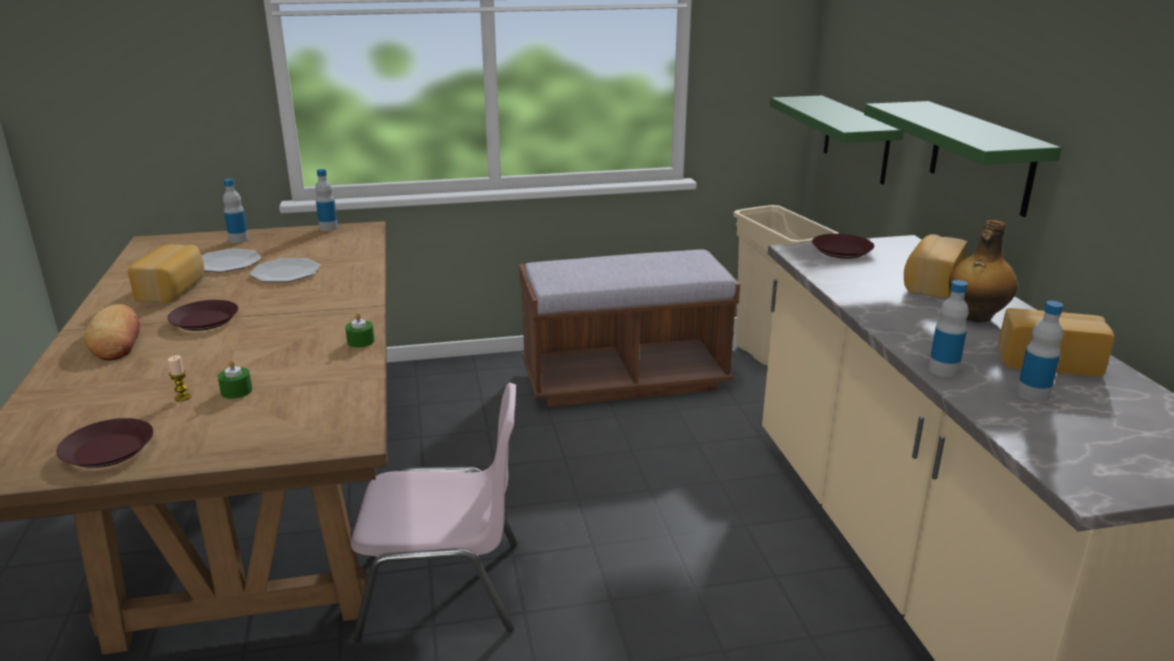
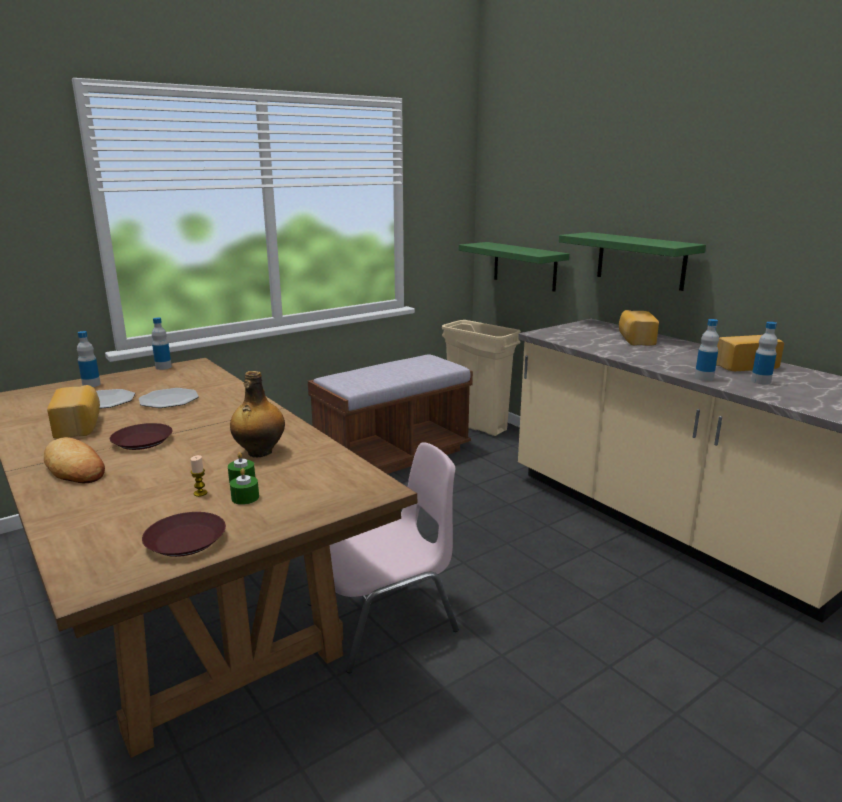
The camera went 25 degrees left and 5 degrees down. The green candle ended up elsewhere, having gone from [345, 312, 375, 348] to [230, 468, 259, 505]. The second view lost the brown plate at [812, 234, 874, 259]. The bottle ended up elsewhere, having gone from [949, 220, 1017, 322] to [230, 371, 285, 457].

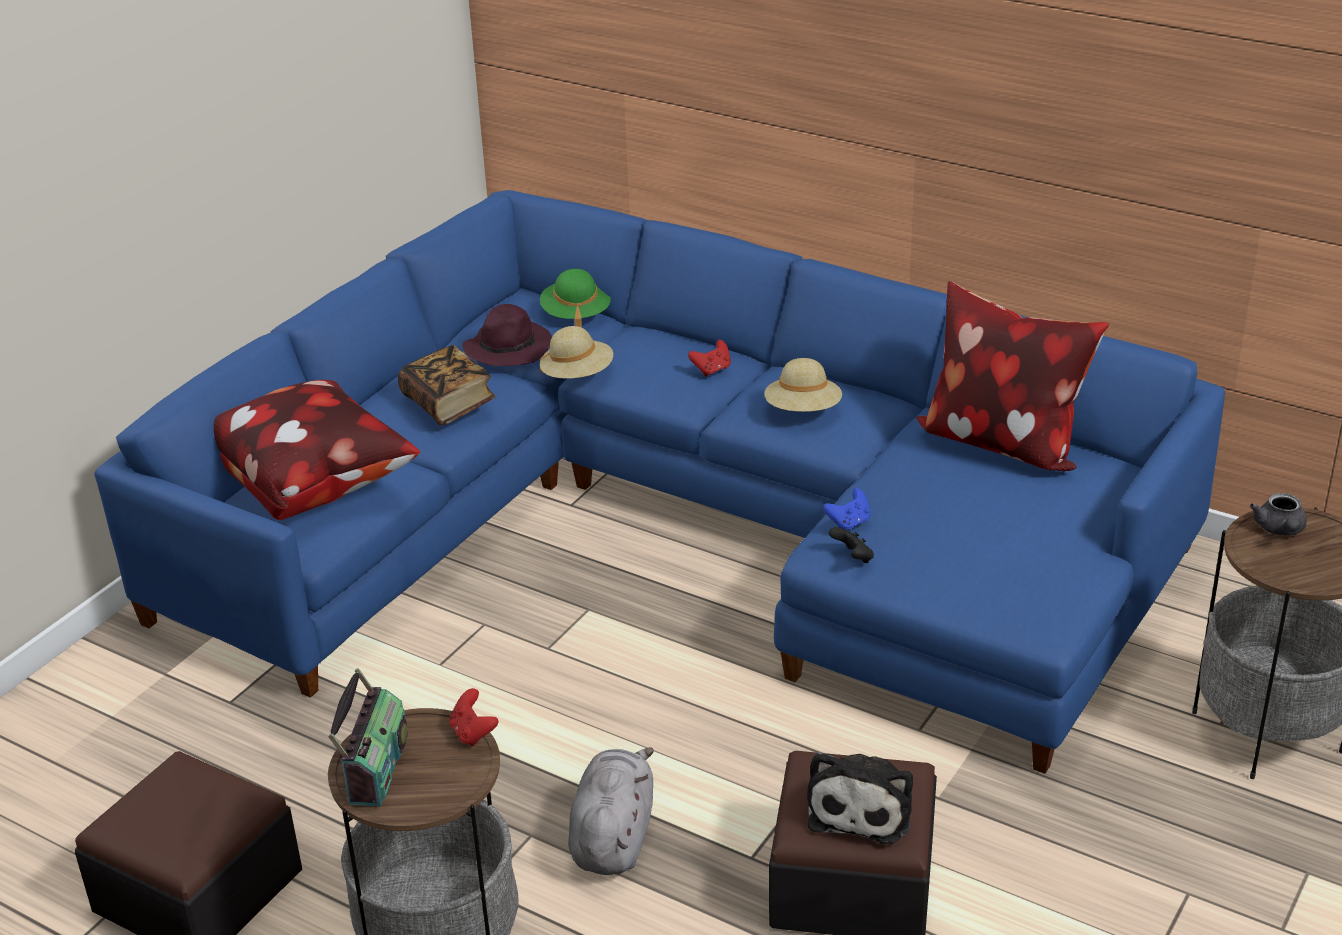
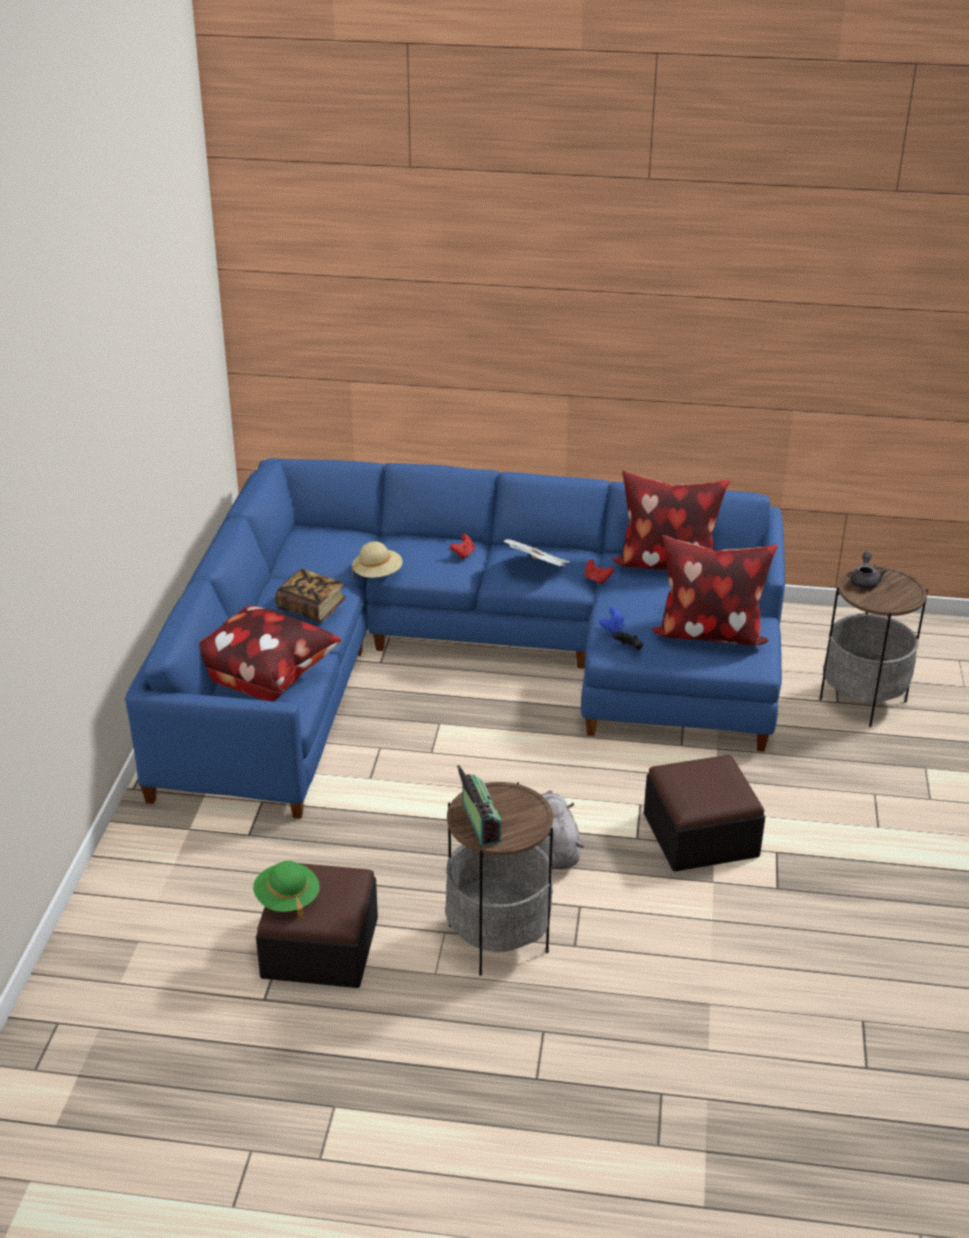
The camera went 25 degrees left and 0 degrees up. The red game controller ended up elsewhere, having gone from [449, 688, 498, 746] to [585, 559, 614, 584]. The second view lost the purple hat at [463, 304, 552, 366]. The green hat ended up elsewhere, having gone from [540, 269, 611, 328] to [253, 861, 320, 919]. Where the beige hat stood at [764, 358, 842, 412], the newspaper came to stand at [504, 539, 570, 567]. The second view lost the plush toy at [807, 752, 913, 845]. The grey teapot at [1250, 493, 1307, 536] ended up facing another way, 150 degrees counterclockwise from before. The second view gained the pillow at [652, 535, 778, 646].

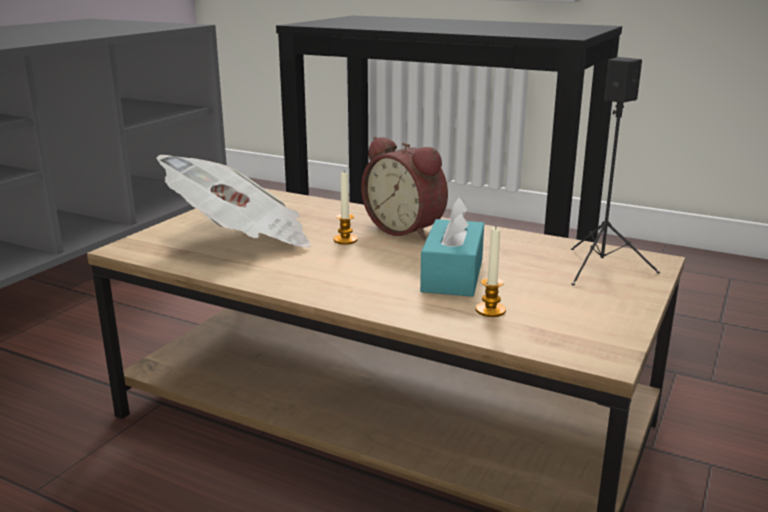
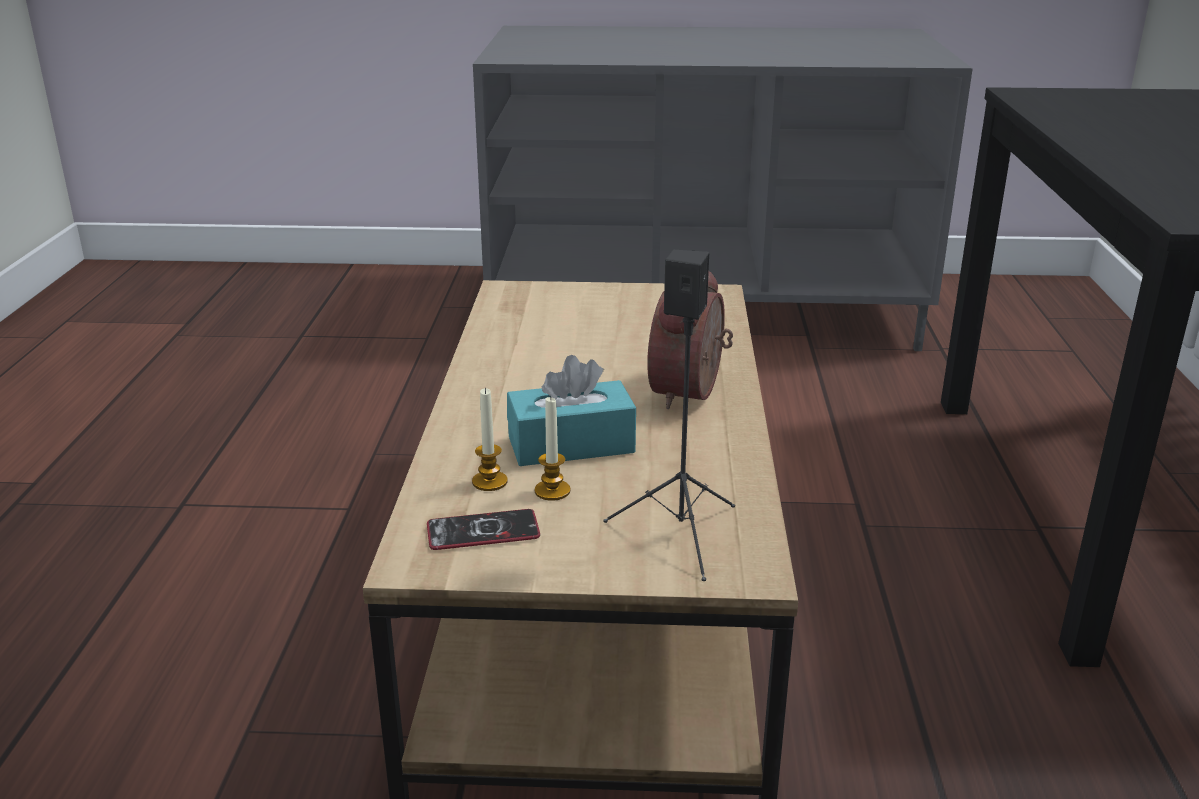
The camera went 65 degrees right and 5 degrees up. The second view lost the newspaper at [156, 155, 311, 248]. The candle ended up elsewhere, having gone from [333, 172, 358, 244] to [535, 396, 570, 501]. The second view gained the phone at [427, 509, 540, 550].

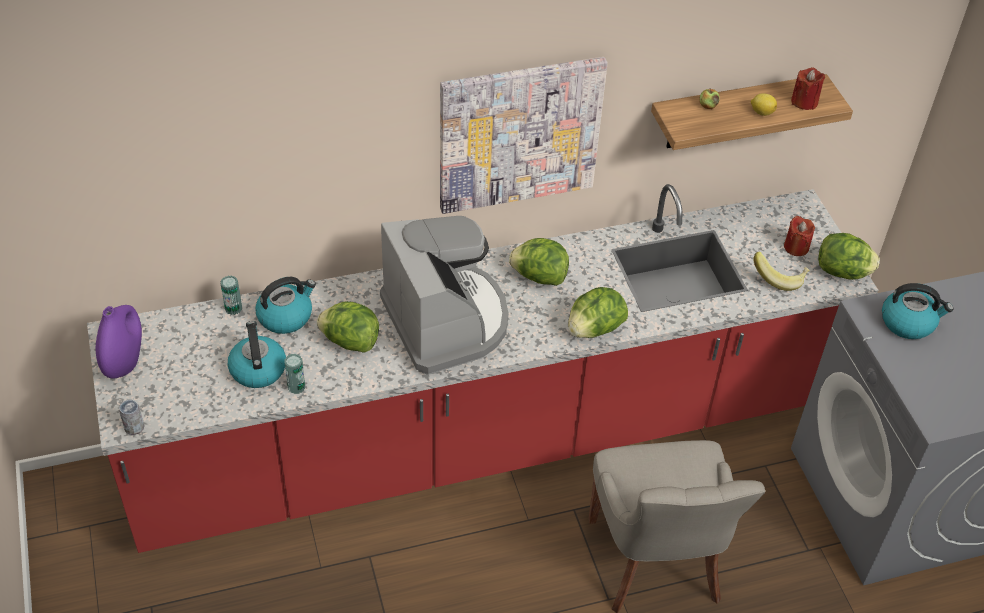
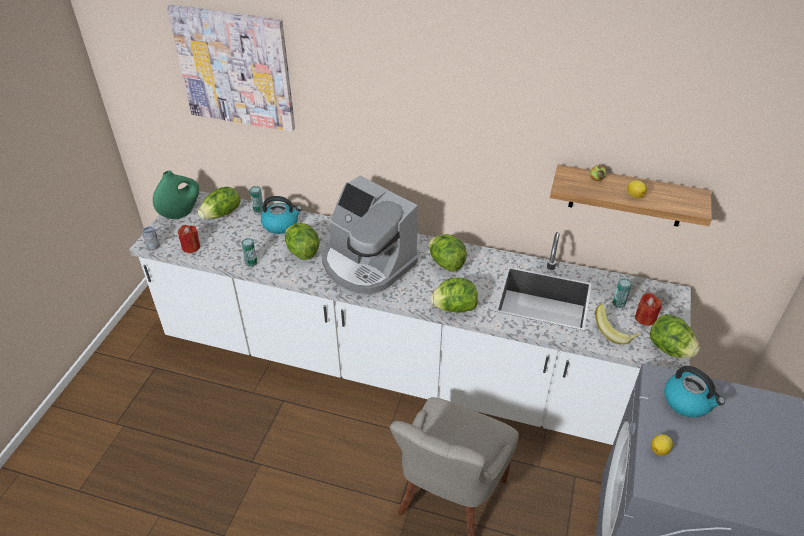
The camera went 35 degrees right and 5 degrees down. What was the red counter at [87, 184, 878, 553] turned into the white counter at [129, 191, 691, 445]. What was the purple vase at [96, 305, 142, 379] turned into the green vase at [153, 171, 199, 219]. The second view lost the kettle at [228, 321, 286, 388]. The coffee machine at [380, 216, 509, 375] ended up facing another way, 120 degrees clockwise from before. The picture ended up elsewhere, having gone from [440, 57, 608, 214] to [167, 4, 295, 132]. The red candle ended up elsewhere, having gone from [791, 67, 825, 110] to [178, 225, 200, 253]. The second view gained the lettuce at [198, 187, 241, 219]. The second view gained the can at [613, 278, 632, 308]. The second view gained the lemon at [651, 434, 673, 456].

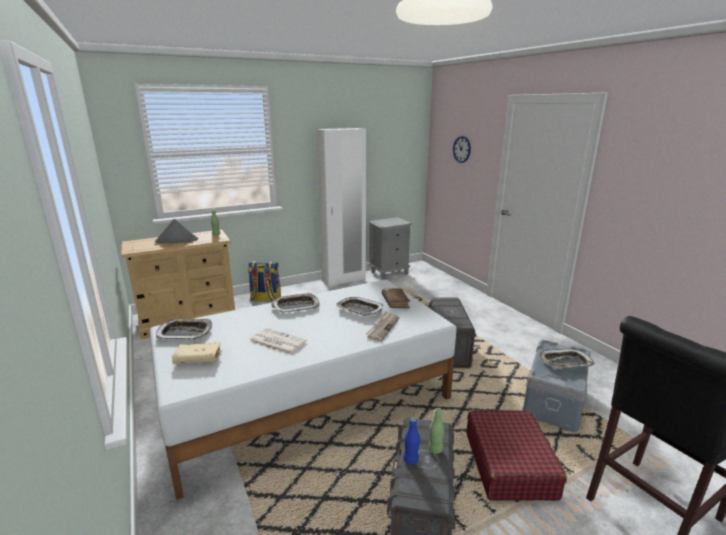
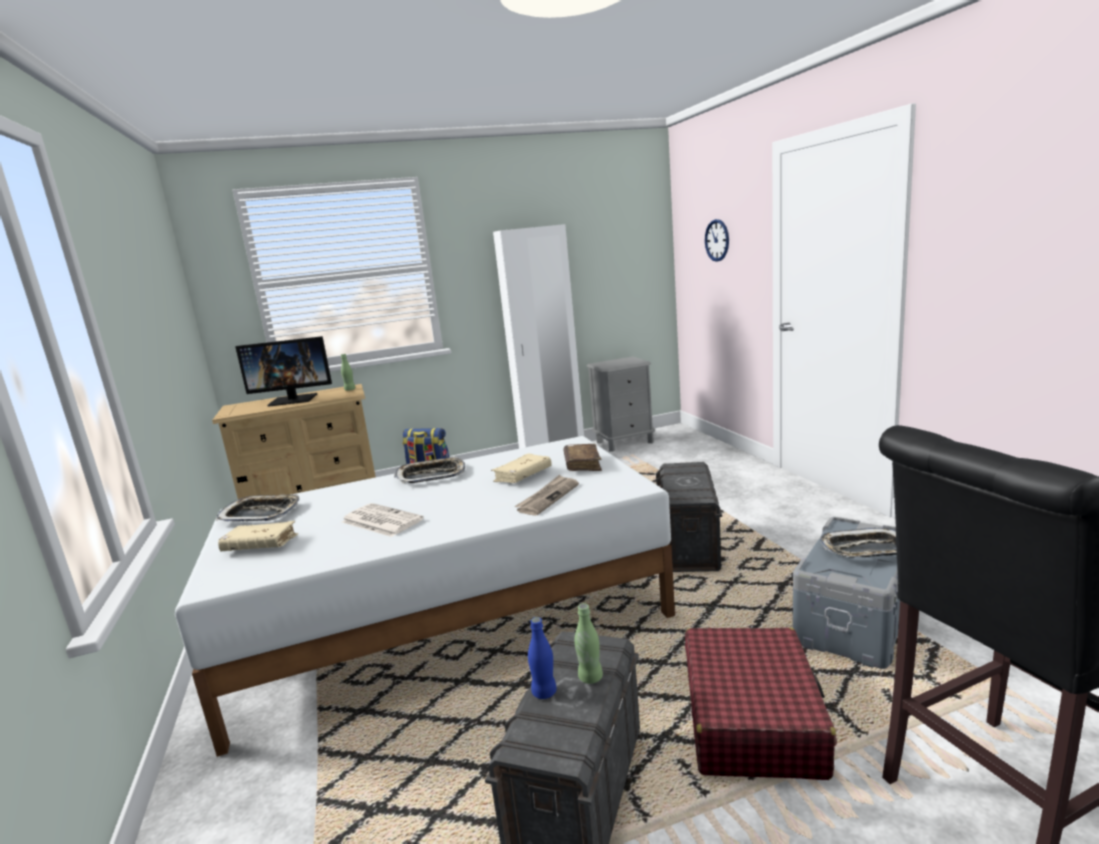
The camera went 10 degrees right and 5 degrees down. Where the grey hat stood at [155, 219, 198, 244], the monitor came to stand at [235, 336, 332, 407]. Where the tray stood at [336, 297, 384, 316], the beige book came to stand at [491, 454, 552, 483].

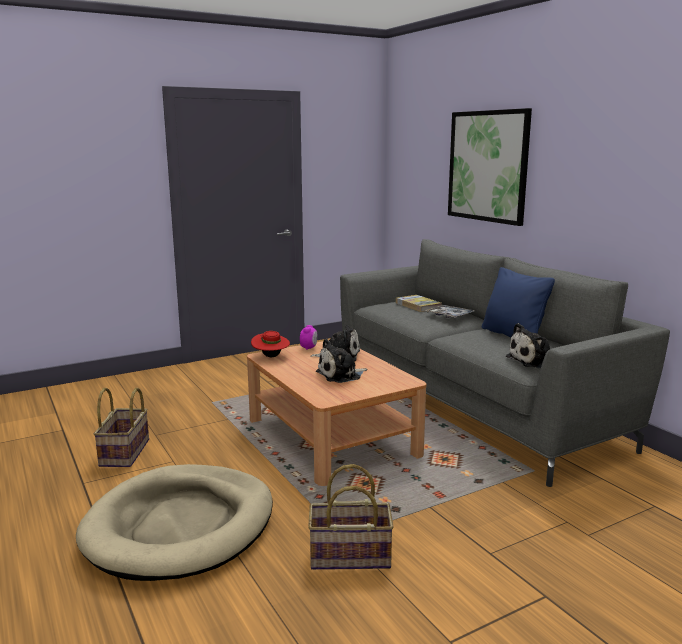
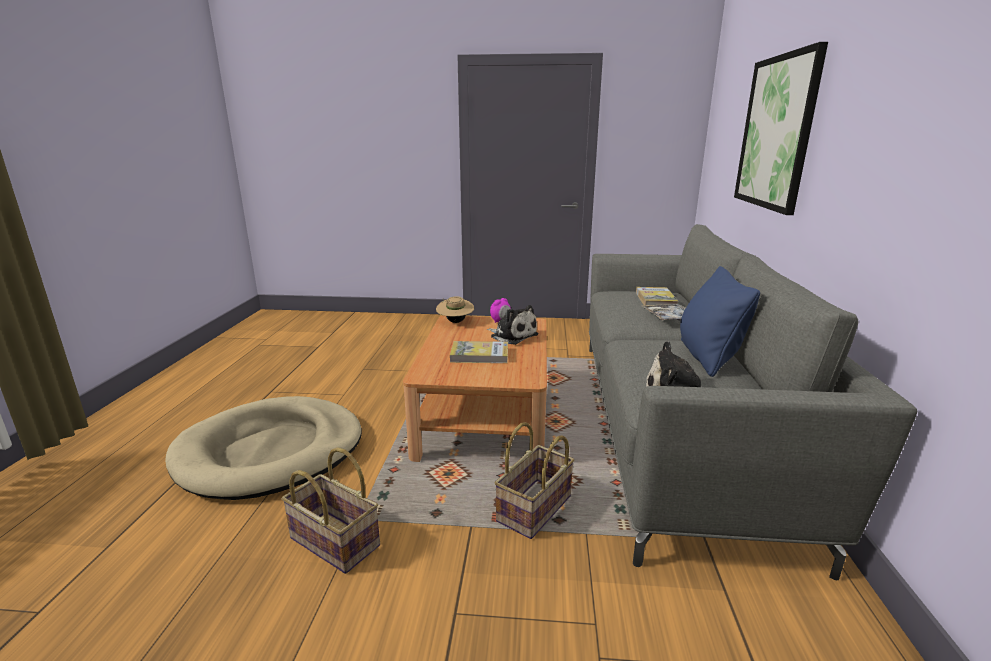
The camera went 35 degrees right and 5 degrees up. The basket ended up elsewhere, having gone from [94, 388, 149, 467] to [495, 422, 574, 539]. What was the red hat at [251, 331, 290, 357] turned into the beige hat at [436, 296, 474, 323]. Where the plush toy stood at [316, 339, 368, 383], the book came to stand at [450, 341, 508, 363].

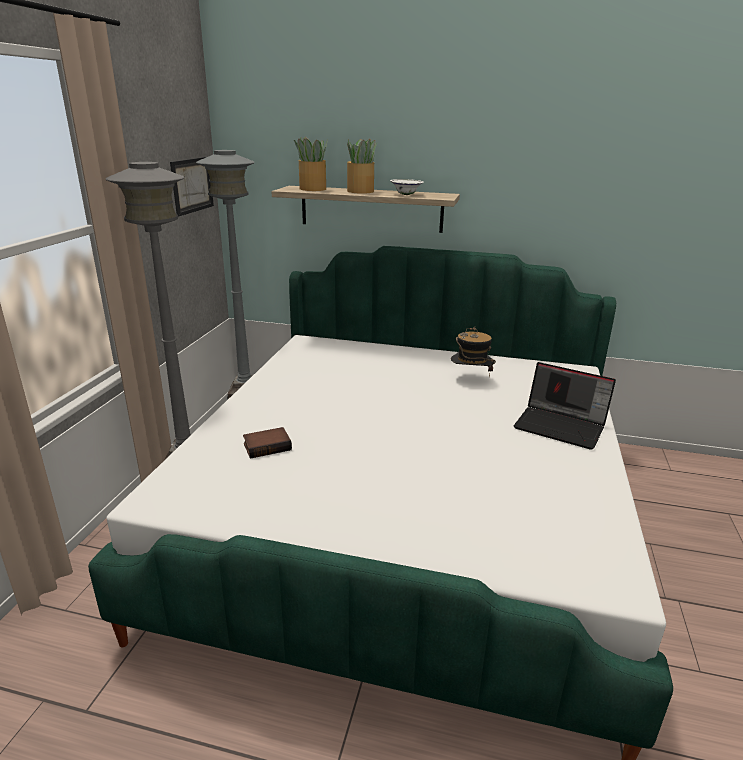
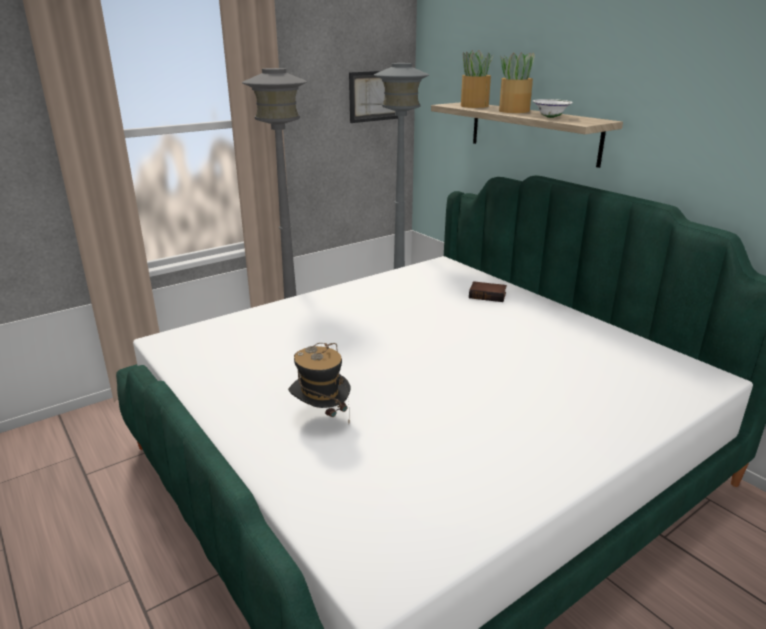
The camera went 40 degrees right and 0 degrees up. The book ended up elsewhere, having gone from [243, 427, 292, 459] to [469, 281, 507, 302]. The hat ended up elsewhere, having gone from [451, 327, 496, 377] to [288, 343, 351, 423]. The second view lost the laptop at [514, 362, 616, 450].

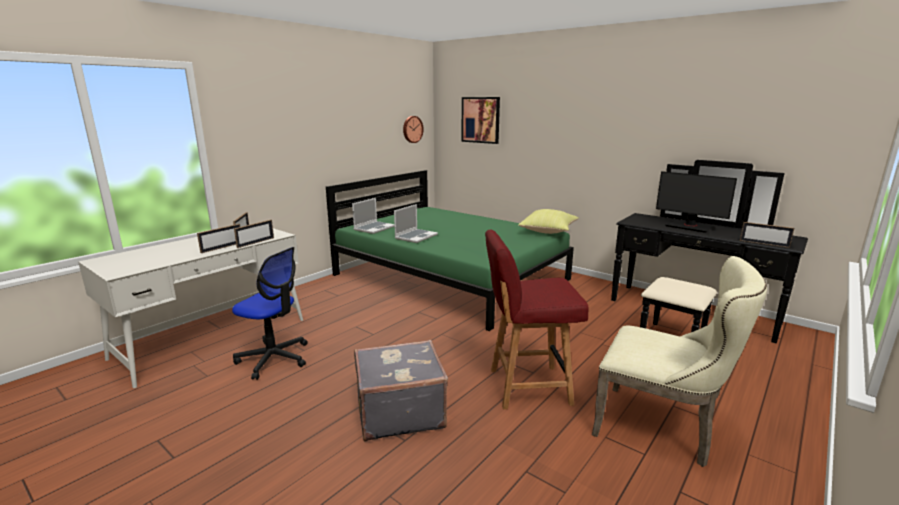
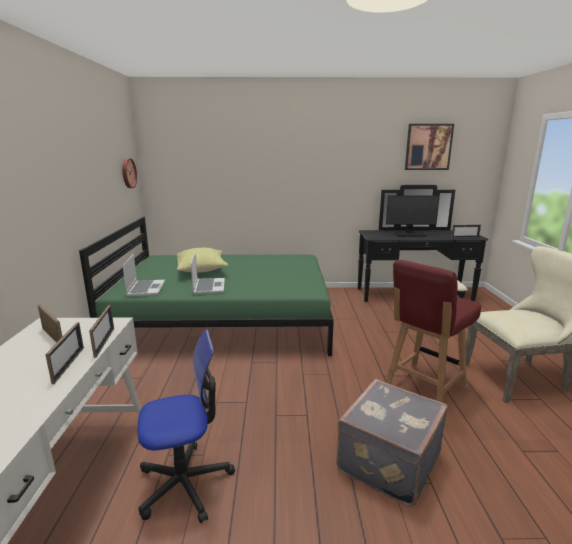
The camera went 40 degrees left and 0 degrees up. The picture ended up elsewhere, having gone from [461, 97, 500, 144] to [405, 124, 454, 170]. The yellow pillow ended up elsewhere, having gone from [518, 209, 579, 234] to [177, 248, 228, 272].

